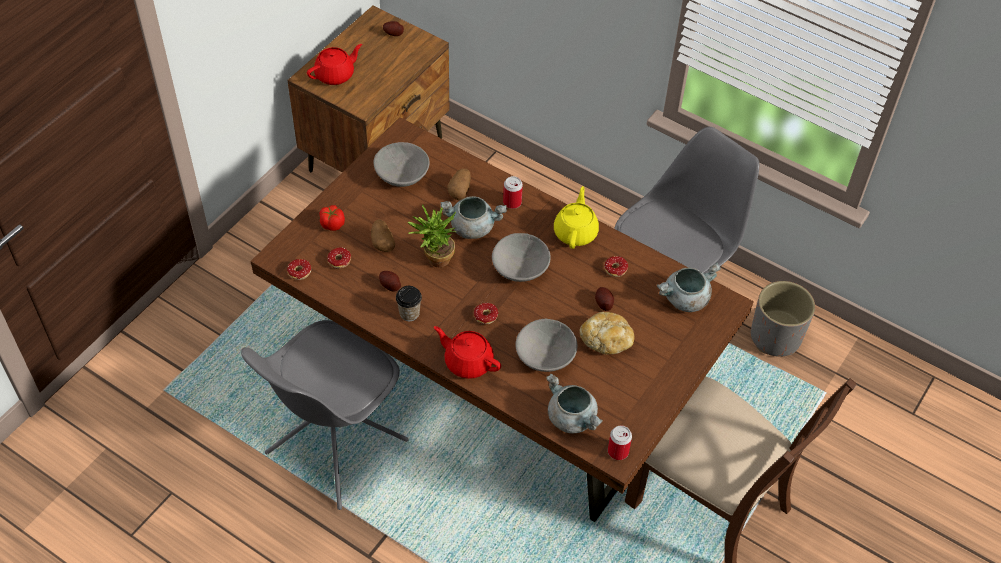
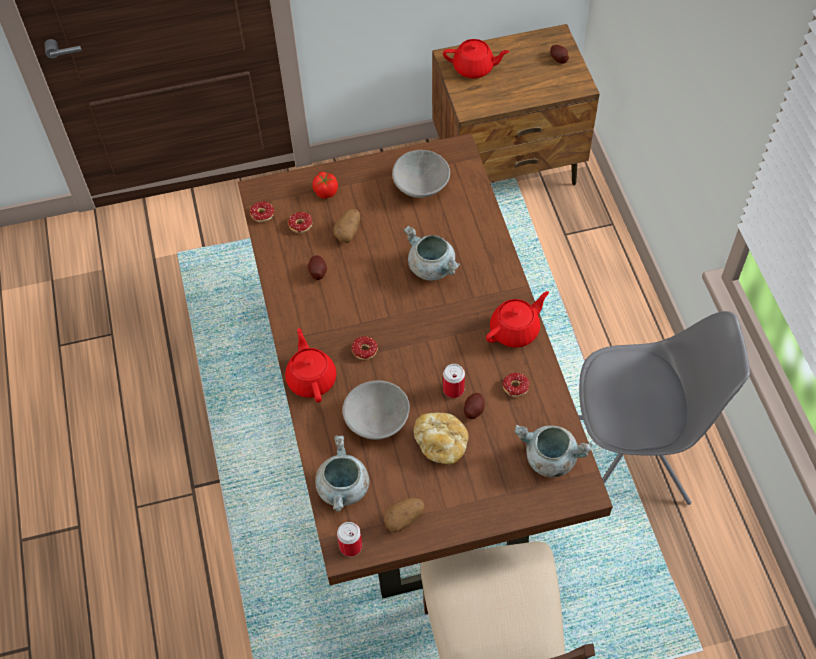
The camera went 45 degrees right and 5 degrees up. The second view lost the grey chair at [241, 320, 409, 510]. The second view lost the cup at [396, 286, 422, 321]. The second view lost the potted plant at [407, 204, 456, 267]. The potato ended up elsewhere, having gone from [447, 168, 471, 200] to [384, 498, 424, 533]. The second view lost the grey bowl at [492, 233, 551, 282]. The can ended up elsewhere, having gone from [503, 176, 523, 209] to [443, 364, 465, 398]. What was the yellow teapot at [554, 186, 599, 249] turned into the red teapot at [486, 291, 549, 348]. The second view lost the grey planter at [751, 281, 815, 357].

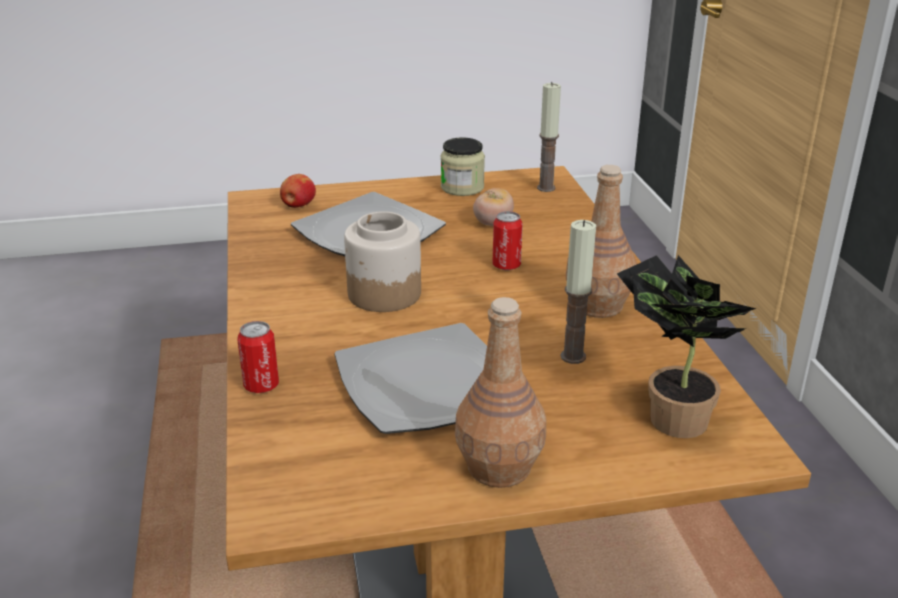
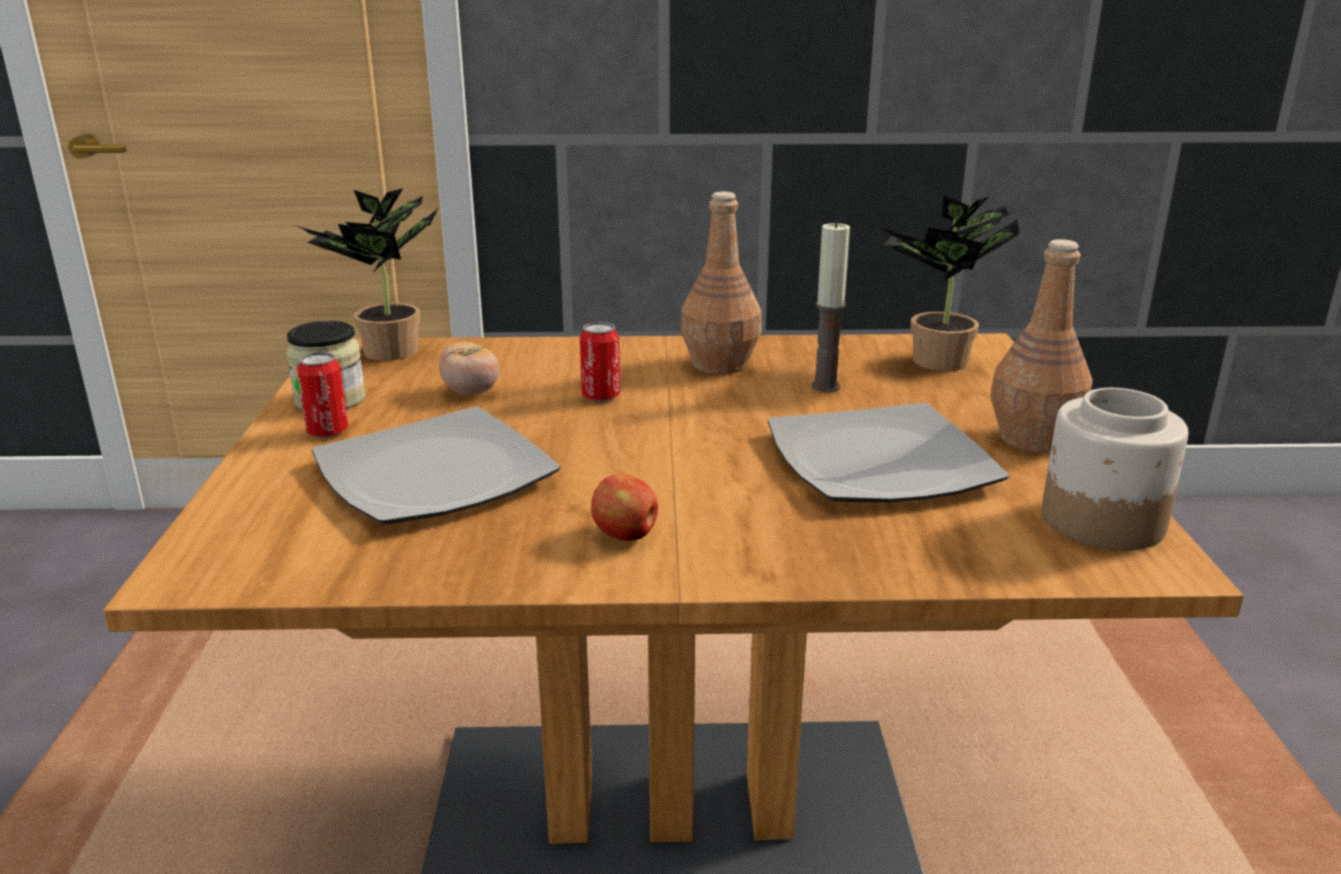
The camera went 80 degrees left and 5 degrees down. The can ended up elsewhere, having gone from [237, 321, 279, 393] to [297, 352, 348, 438]. The apple ended up elsewhere, having gone from [280, 174, 316, 208] to [591, 474, 658, 541]. The jar ended up elsewhere, having gone from [344, 211, 421, 312] to [1042, 388, 1188, 550]. Where the candle stood at [537, 82, 561, 192], the potted plant came to stand at [297, 188, 439, 361].

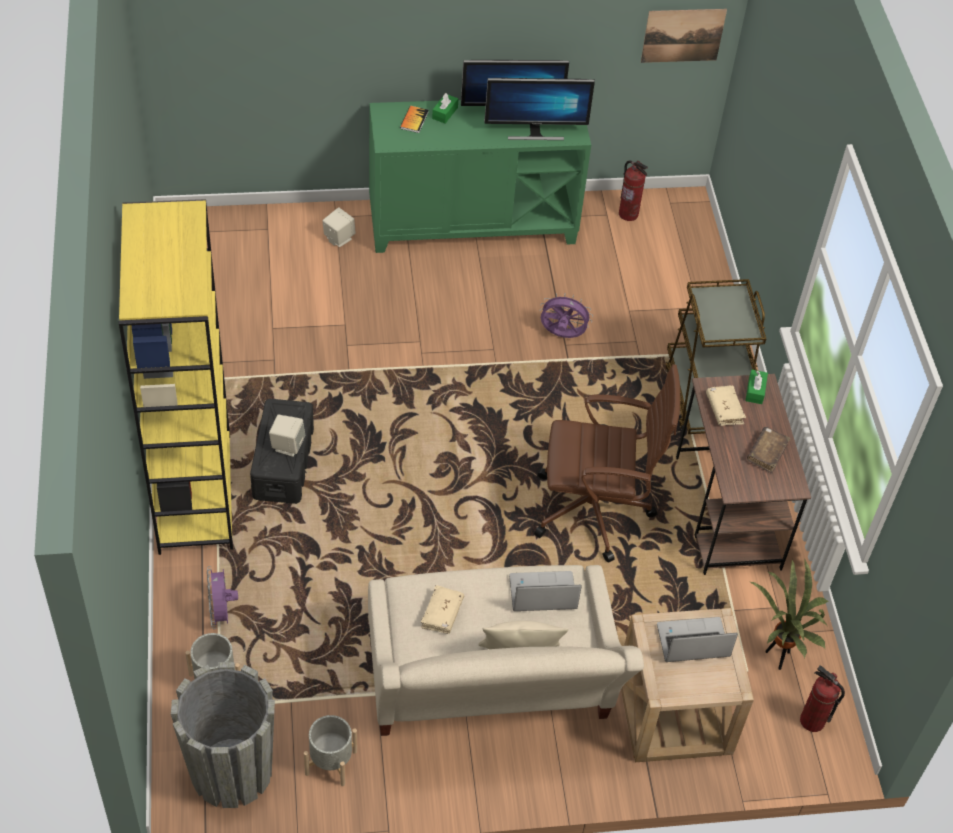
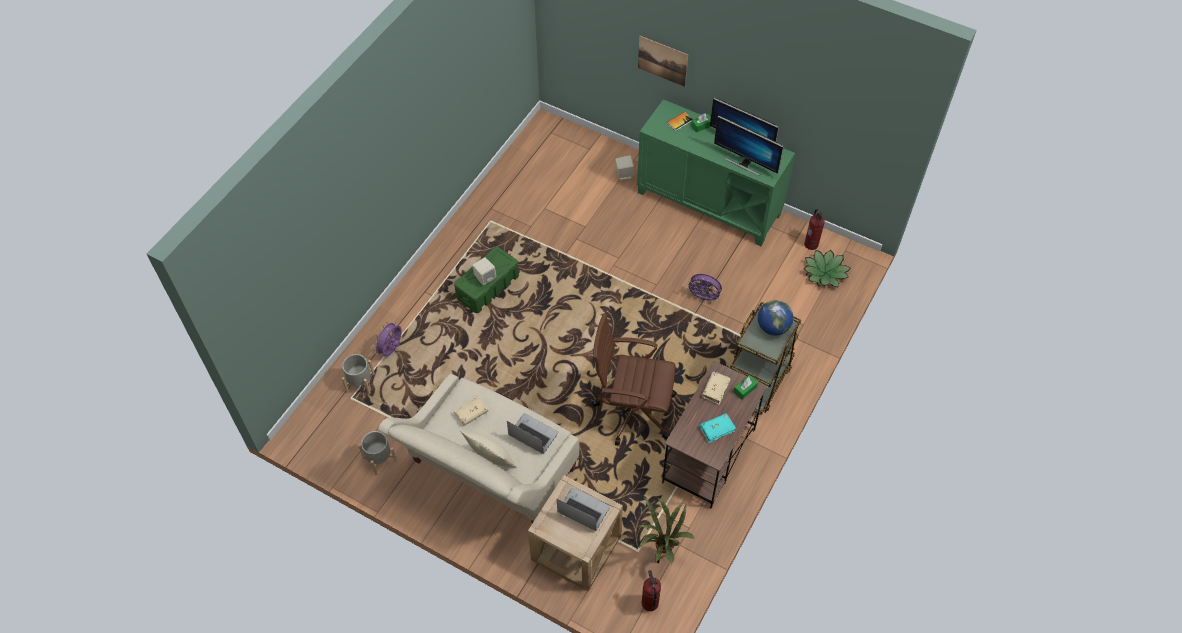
The camera went 40 degrees right and 5 degrees up. The second view lost the yellow bookcase at [119, 199, 233, 555]. The second view lost the grey planter at [171, 662, 275, 808]. What was the black storage box at [250, 399, 314, 504] turned into the green storage box at [454, 246, 519, 313]. The brown office chair at [534, 364, 680, 563] ended up facing another way, 150 degrees clockwise from before. The purple fan at [540, 293, 593, 338] ended up facing another way, 150 degrees clockwise from before. The picture ended up elsewhere, having gone from [641, 9, 727, 63] to [638, 36, 688, 87]. What was the brown book at [747, 427, 790, 474] turned into the turquoise book at [700, 413, 736, 443]. The second view gained the globe at [758, 300, 794, 335]. The second view gained the potted plant at [804, 250, 851, 287].

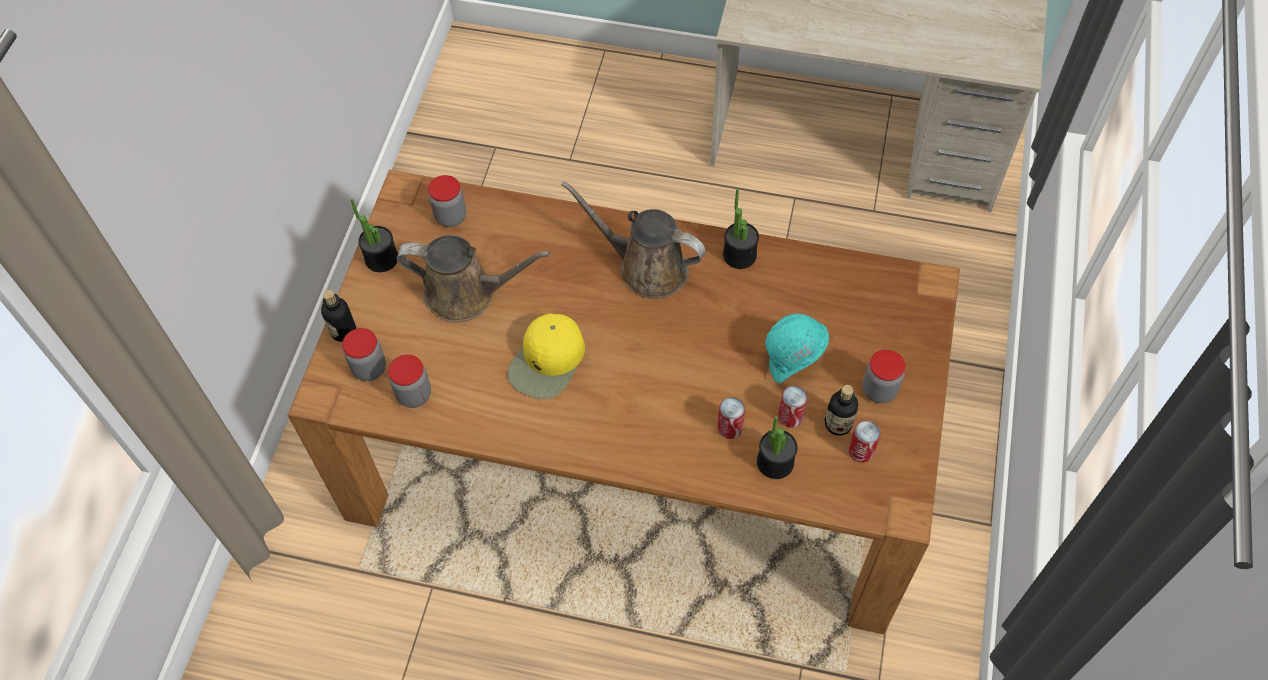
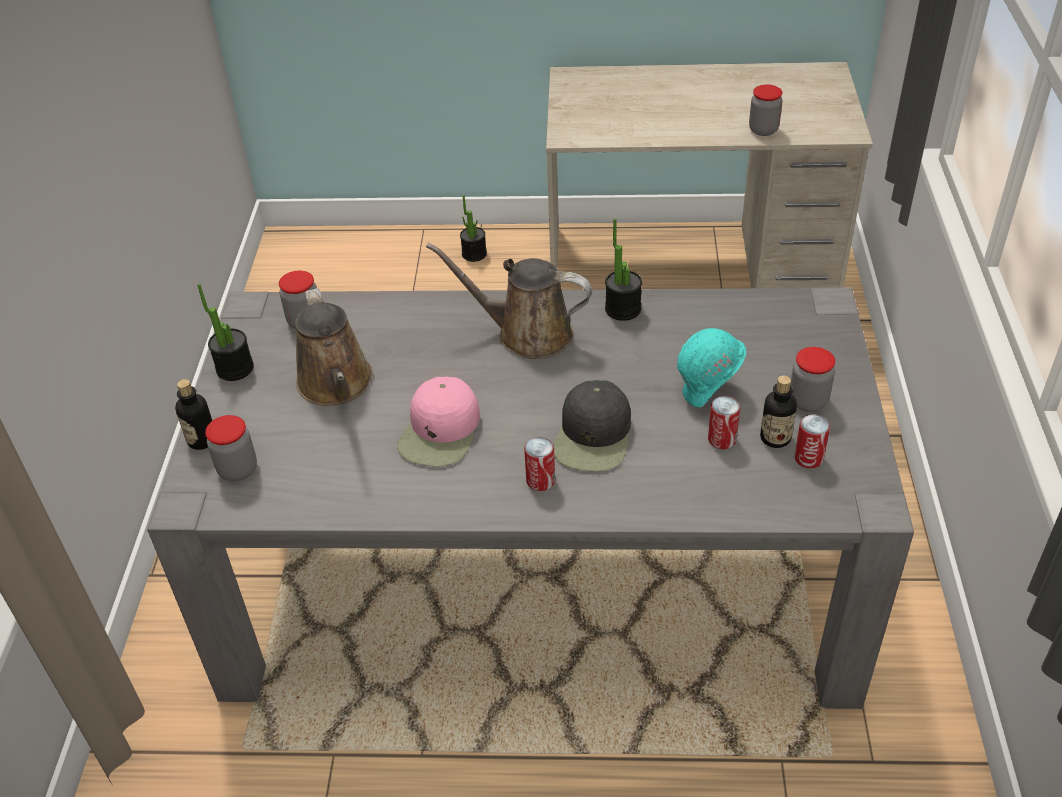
The camera went 10 degrees left and 15 degrees down. What was the brown dining table at [288, 170, 960, 634] turned into the grey dining table at [147, 287, 914, 709]. The jar ended up elsewhere, having gone from [388, 355, 431, 408] to [749, 84, 783, 136]. The brown watering can at [396, 235, 550, 323] ended up facing another way, 75 degrees clockwise from before. What was the yellow cap at [507, 313, 585, 399] turned into the pink cap at [397, 376, 480, 467]. The can ended up elsewhere, having gone from [718, 397, 745, 439] to [524, 437, 555, 491]. The potted plant ended up elsewhere, having gone from [757, 416, 798, 479] to [460, 195, 487, 262]. The second view gained the black cap at [554, 380, 631, 472].

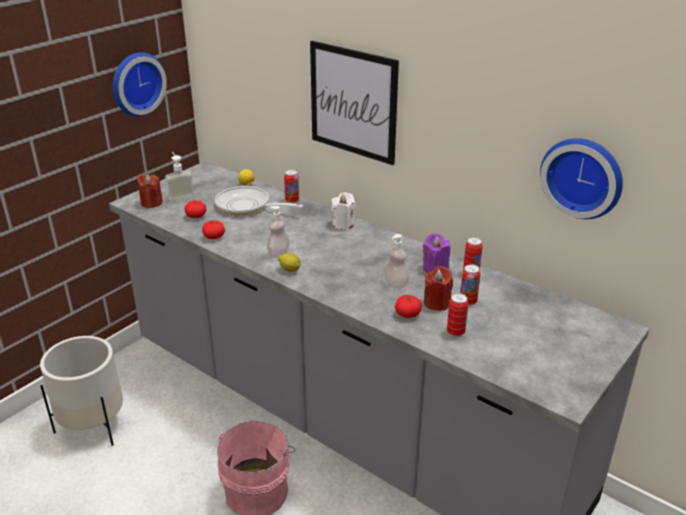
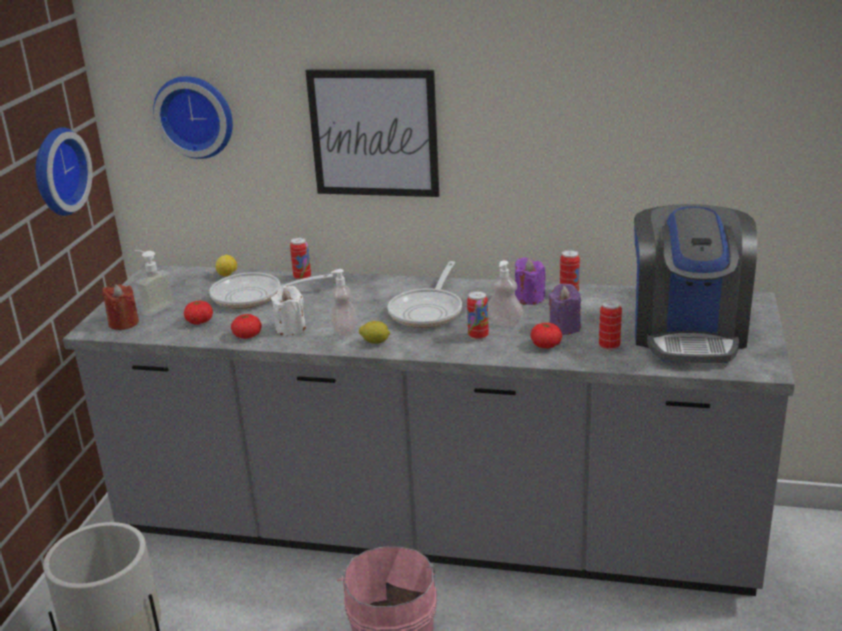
The camera went 25 degrees left and 5 degrees down. The white candle ended up elsewhere, having gone from [332, 192, 355, 230] to [271, 286, 306, 336]. What was the red candle at [424, 266, 453, 311] turned into the purple candle at [548, 283, 581, 335]. The can ended up elsewhere, having gone from [461, 264, 481, 306] to [467, 291, 489, 340]. The wall clock ended up elsewhere, having gone from [540, 138, 623, 219] to [153, 76, 233, 159]. The second view gained the frying pan at [388, 261, 462, 328]. The second view gained the coffee machine at [634, 204, 757, 363].

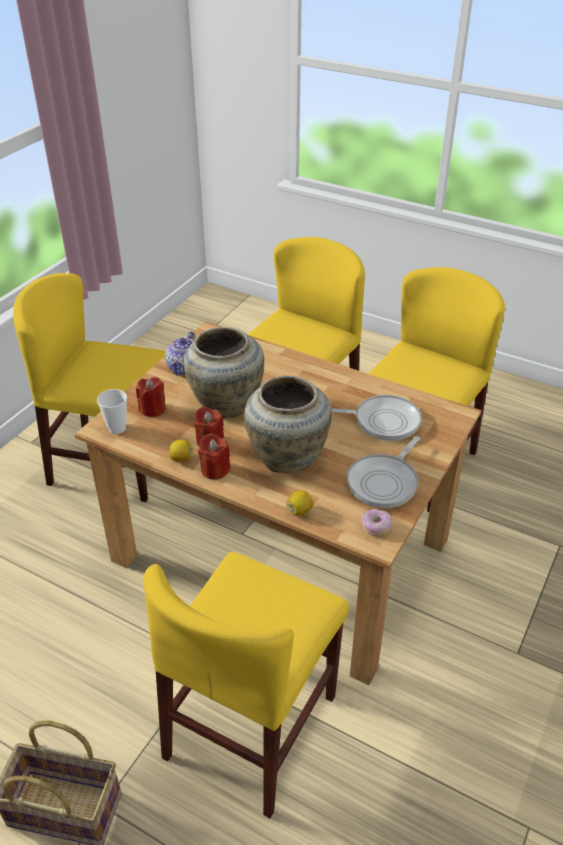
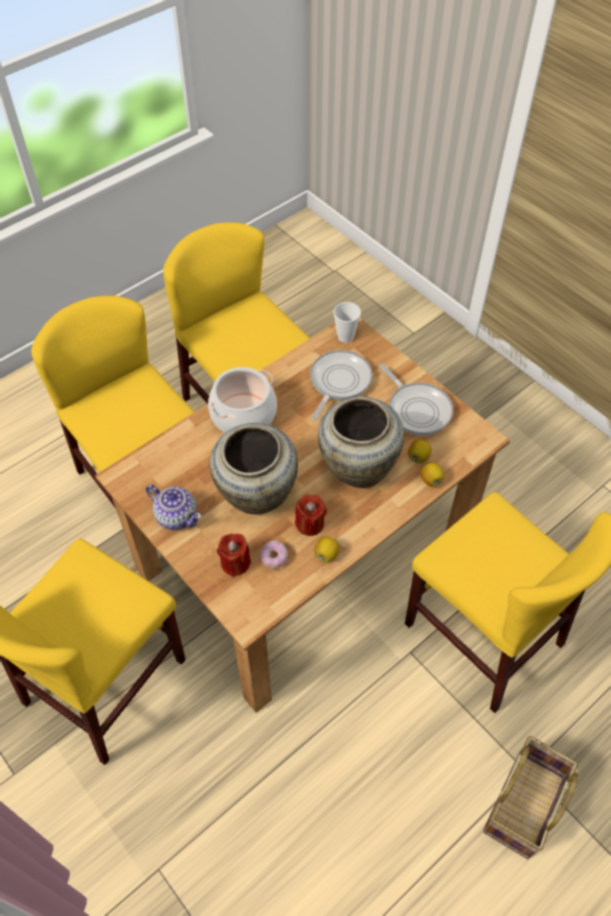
The camera went 70 degrees left and 15 degrees up. The cup ended up elsewhere, having gone from [97, 389, 127, 434] to [333, 302, 361, 343]. The second view lost the red candle at [198, 433, 231, 479]. The donut ended up elsewhere, having gone from [362, 509, 392, 536] to [259, 540, 288, 569]. The second view gained the cooking pot at [208, 367, 277, 433]. The second view gained the lemon at [408, 440, 432, 463].

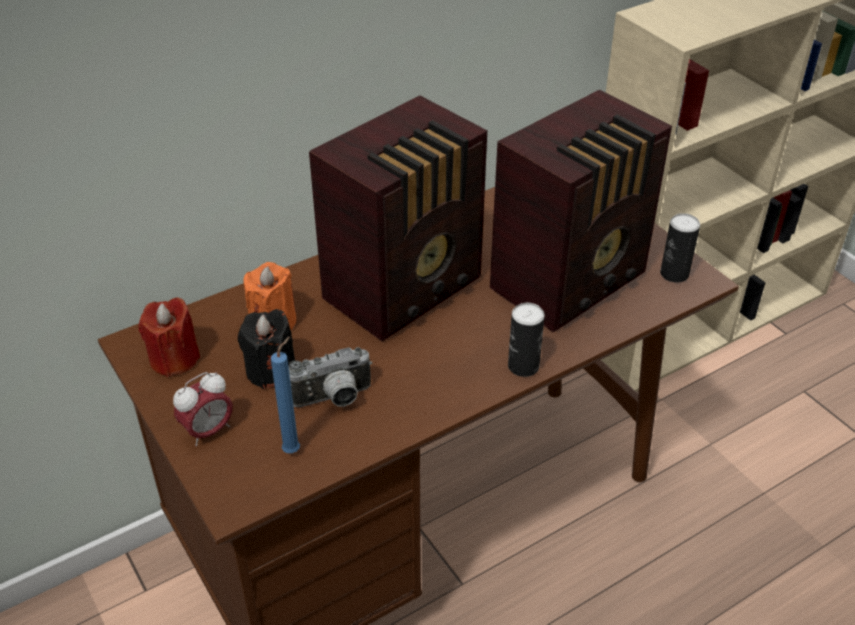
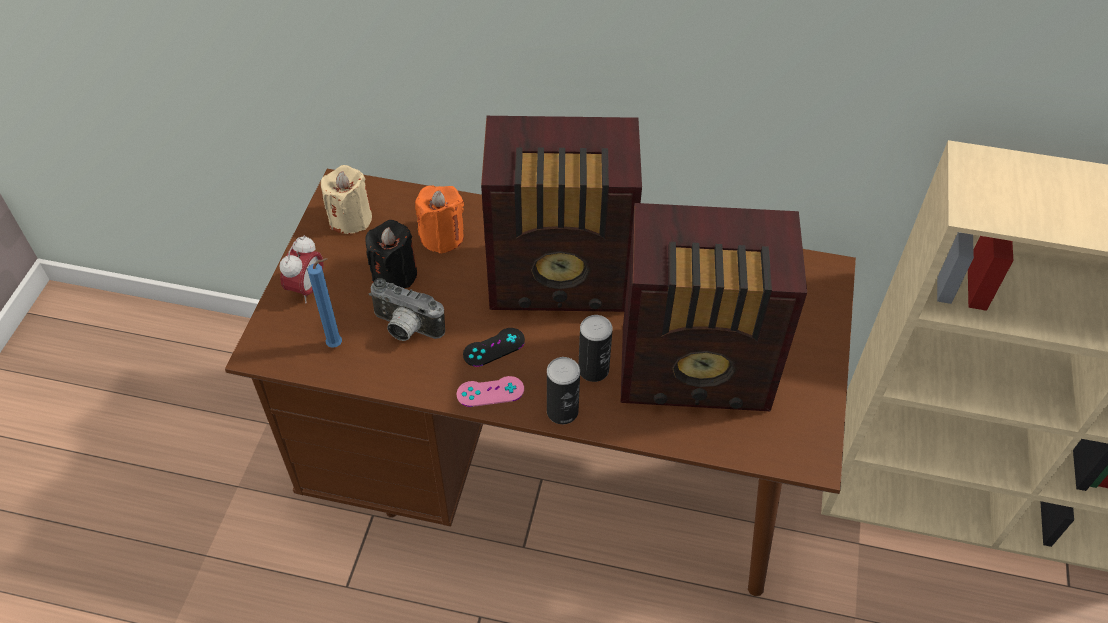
The camera went 45 degrees right and 10 degrees up. What was the red candle at [139, 297, 201, 377] turned into the beige candle at [321, 165, 372, 234]. The alarm clock at [173, 372, 233, 446] ended up facing another way, 75 degrees counterclockwise from before. The can ended up elsewhere, having gone from [660, 213, 700, 283] to [578, 315, 613, 382]. The second view gained the pink game controller at [457, 376, 524, 407]. The second view gained the black game controller at [463, 328, 525, 367].

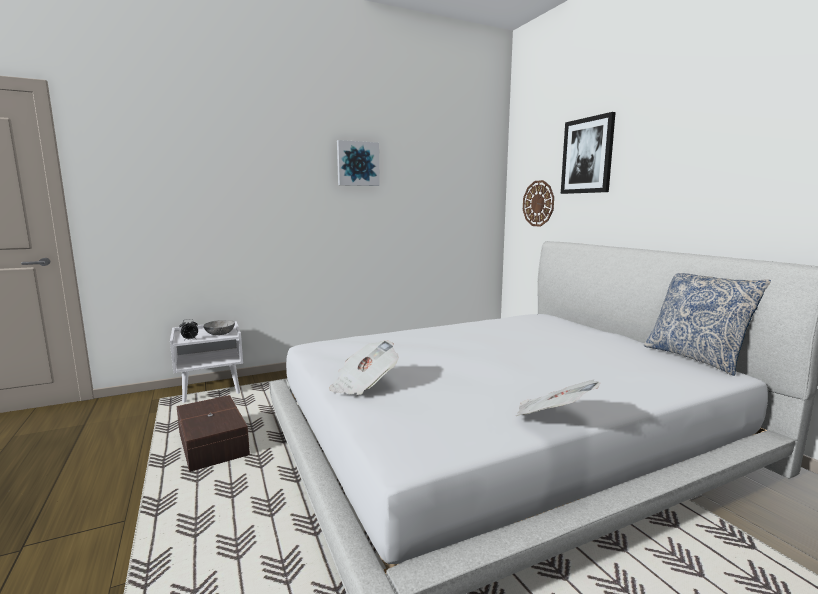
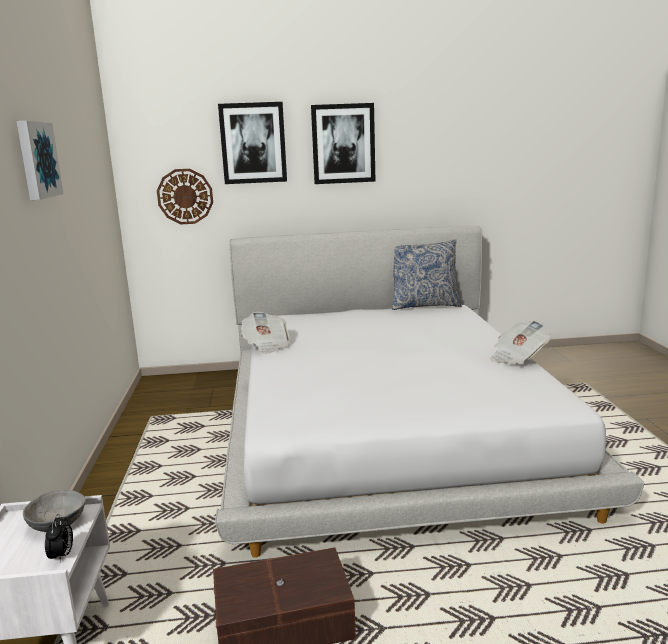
The camera went 70 degrees left and 5 degrees up. The newspaper ended up elsewhere, having gone from [329, 340, 399, 395] to [241, 312, 290, 354]. The second view gained the picture at [311, 103, 375, 184].

